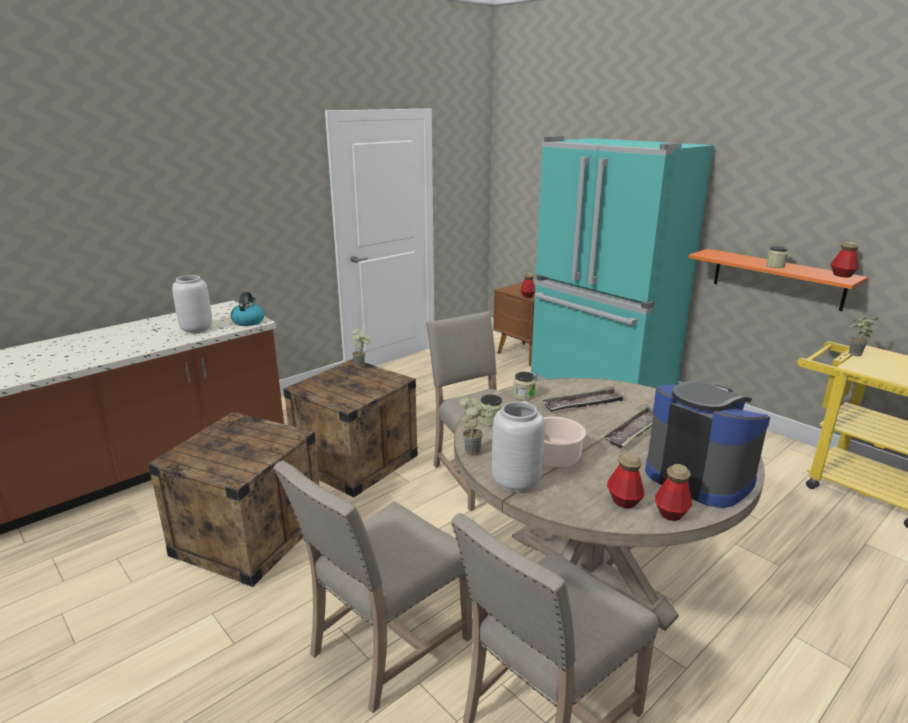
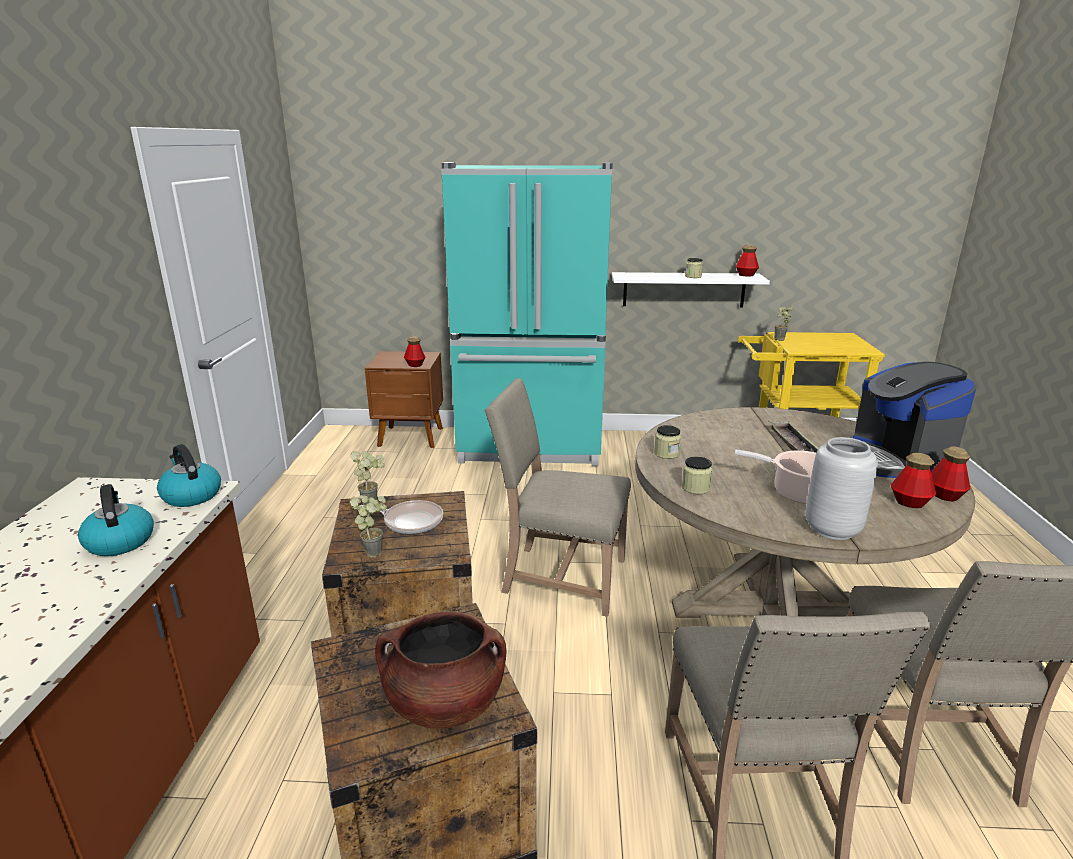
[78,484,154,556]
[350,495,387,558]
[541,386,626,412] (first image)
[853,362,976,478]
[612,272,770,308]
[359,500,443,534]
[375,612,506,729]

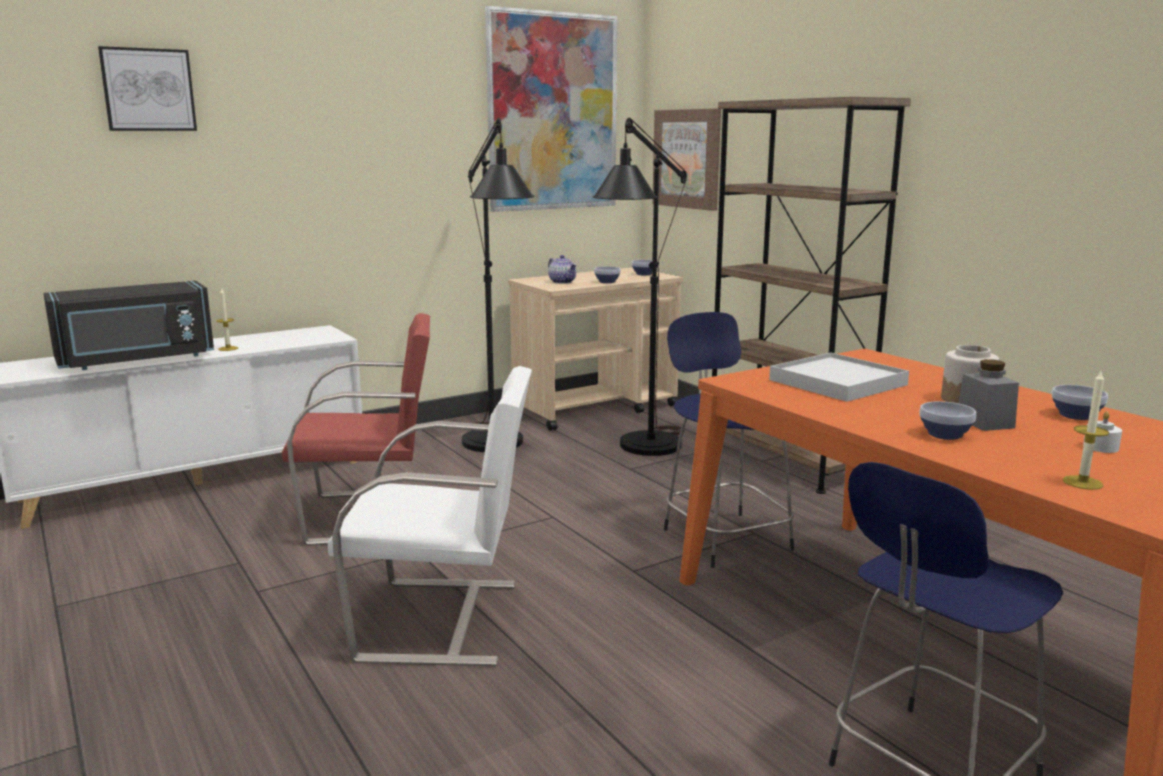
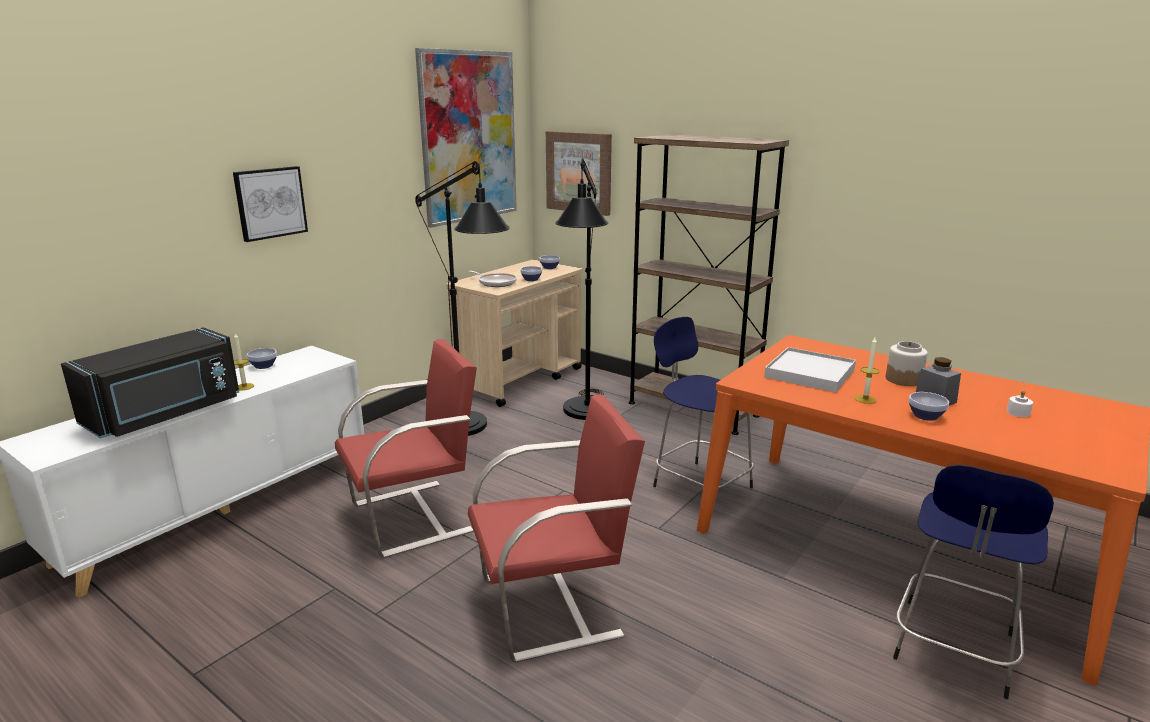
[233,166,308,242]
[468,394,645,663]
[469,271,517,287]
[247,348,277,369]
[855,337,879,404]

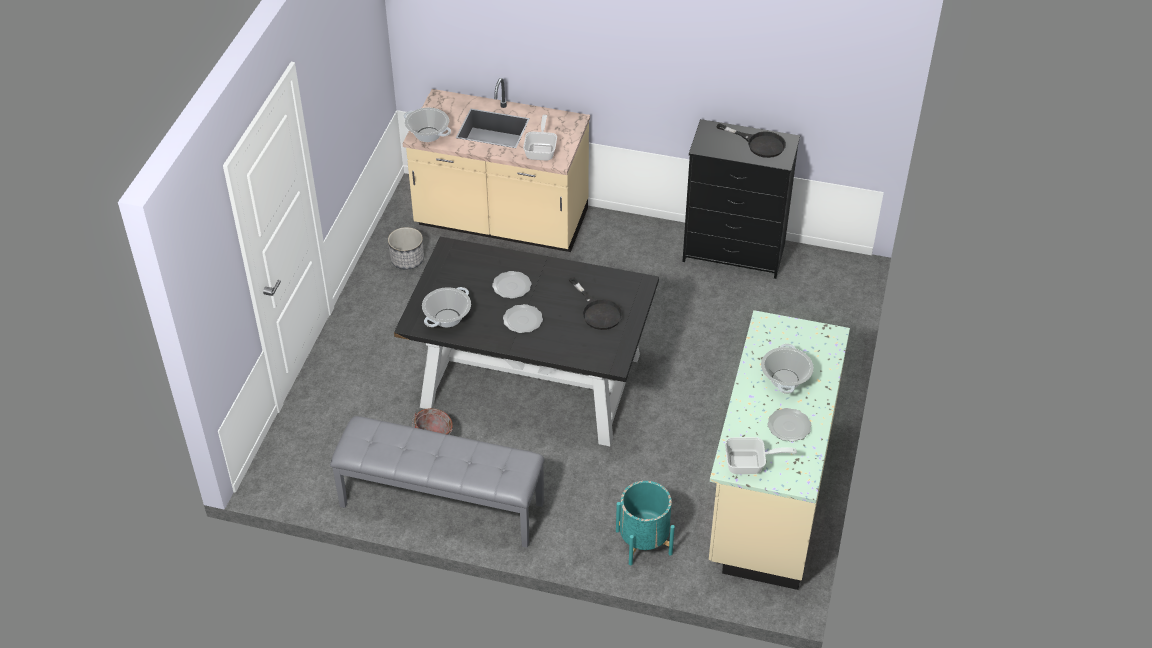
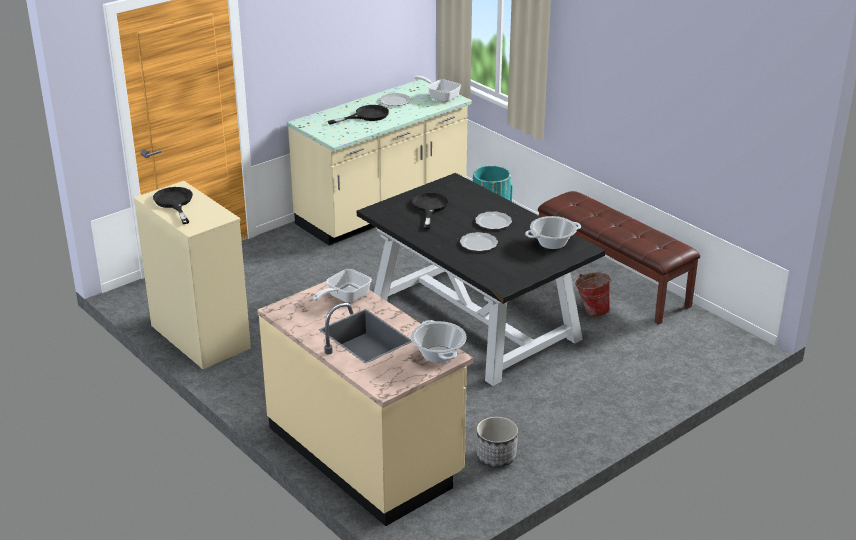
[538,191,700,325]
[134,181,251,369]
[327,105,389,125]

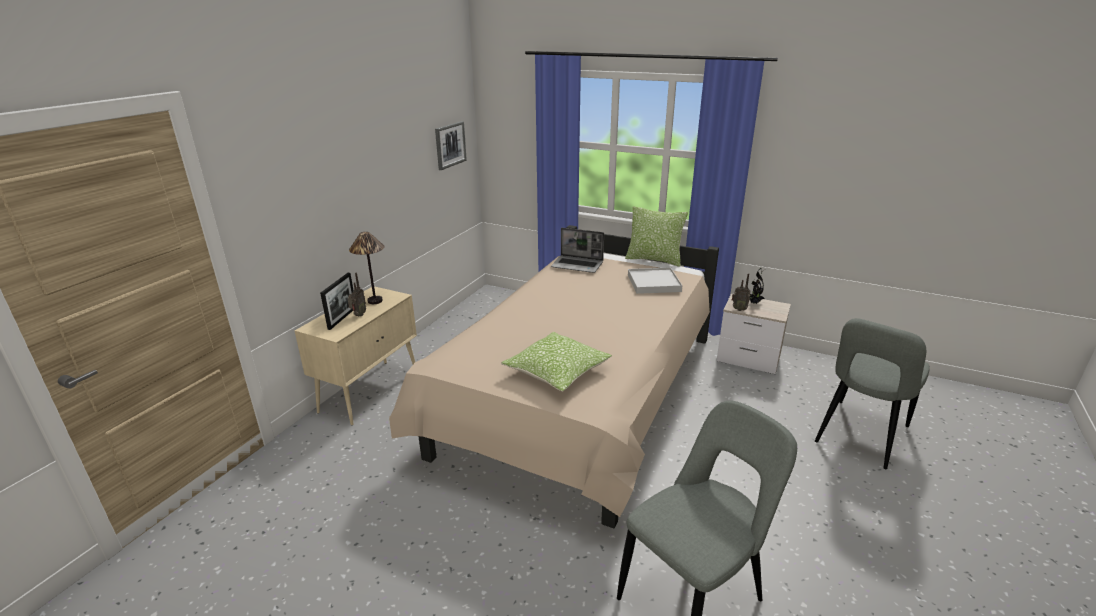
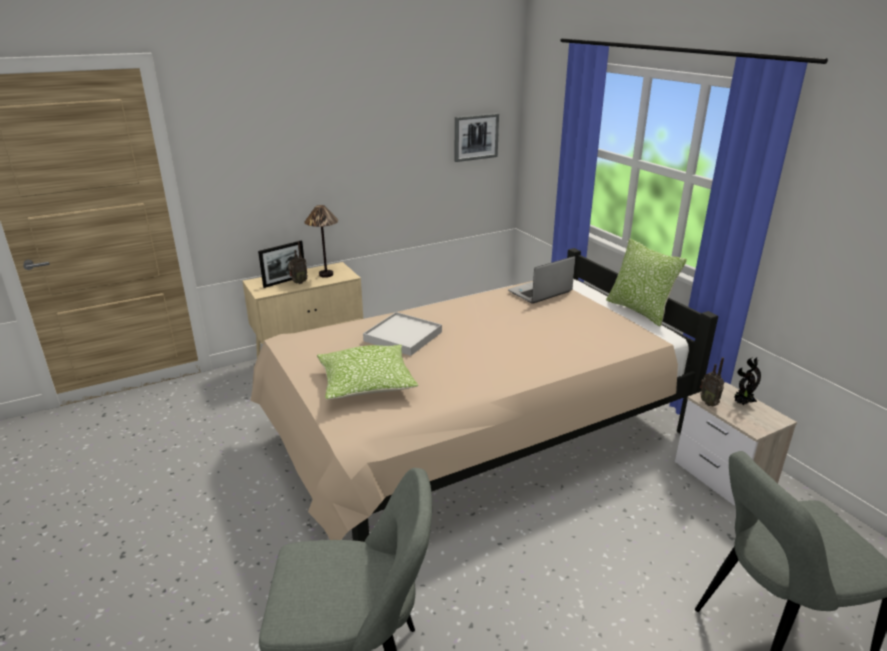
[508,256,575,304]
[363,312,442,356]

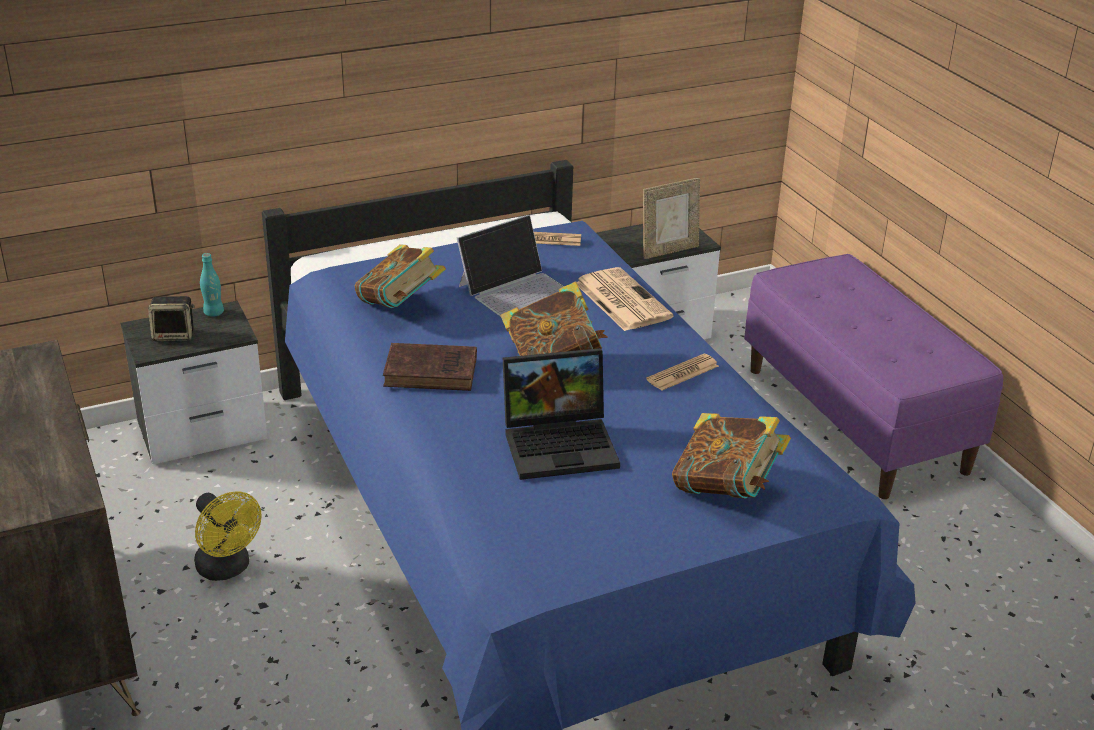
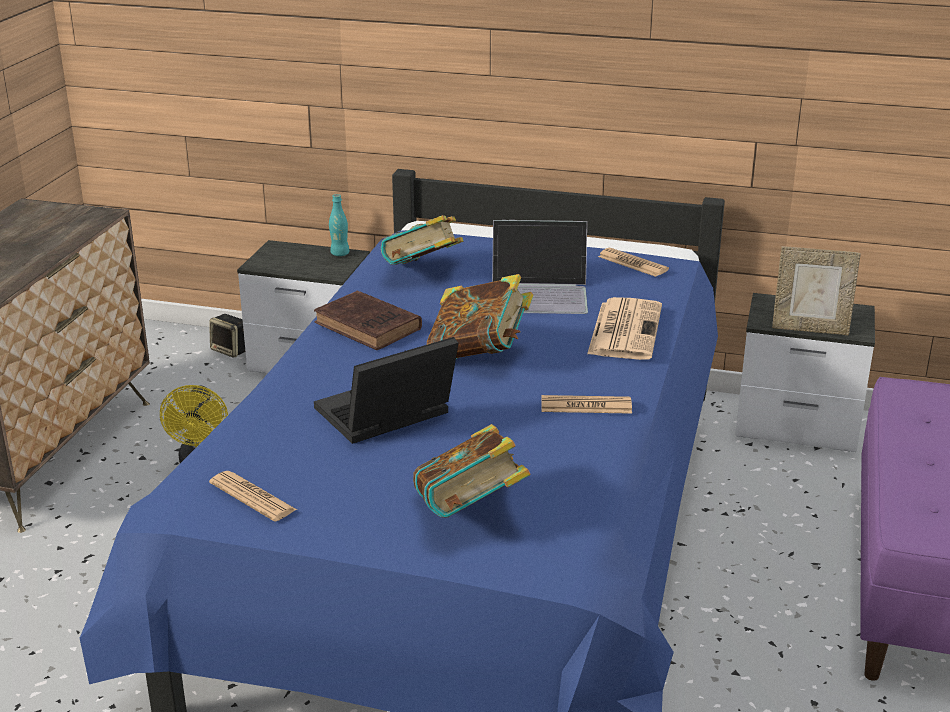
[209,314,245,358]
[314,337,459,444]
[209,471,297,522]

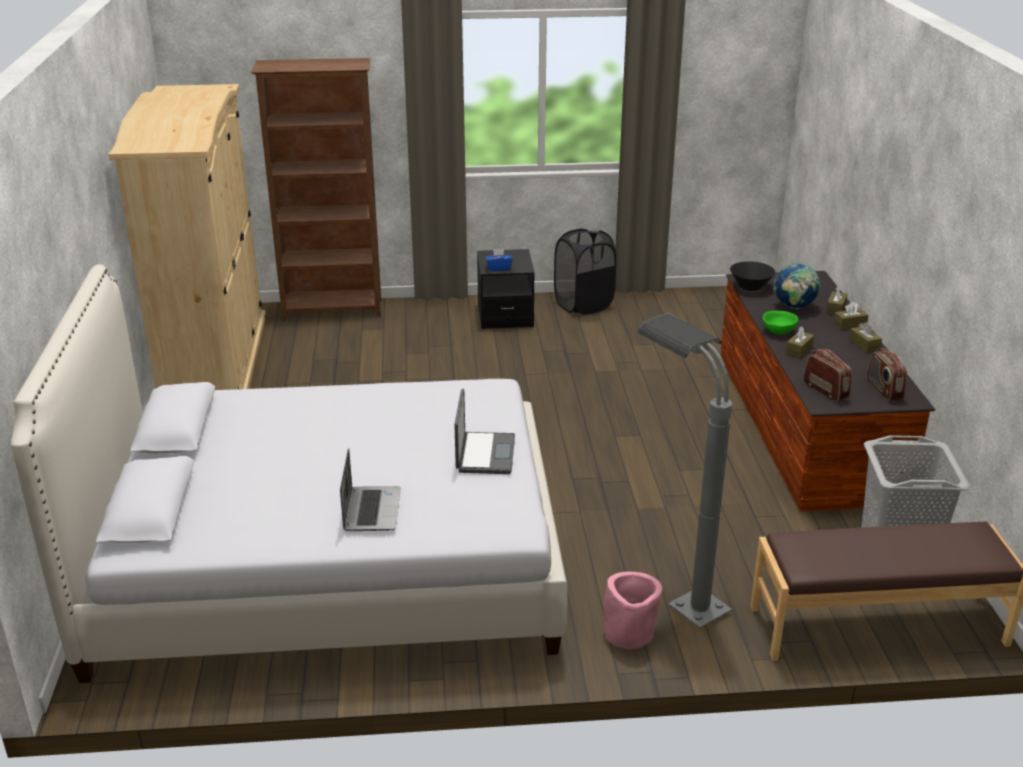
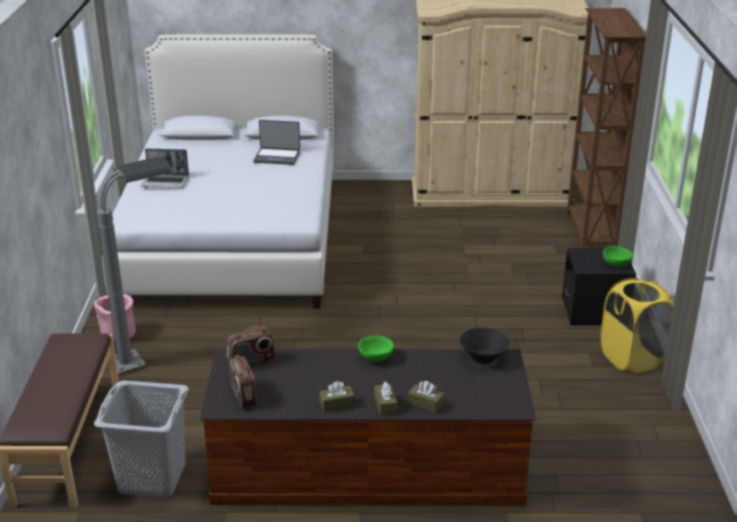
[253,120,300,165]
[485,249,513,271] (first image)
[600,278,673,374]
[773,263,821,309] (first image)
[786,327,814,358] (first image)
[229,355,257,408]
[603,246,633,266]

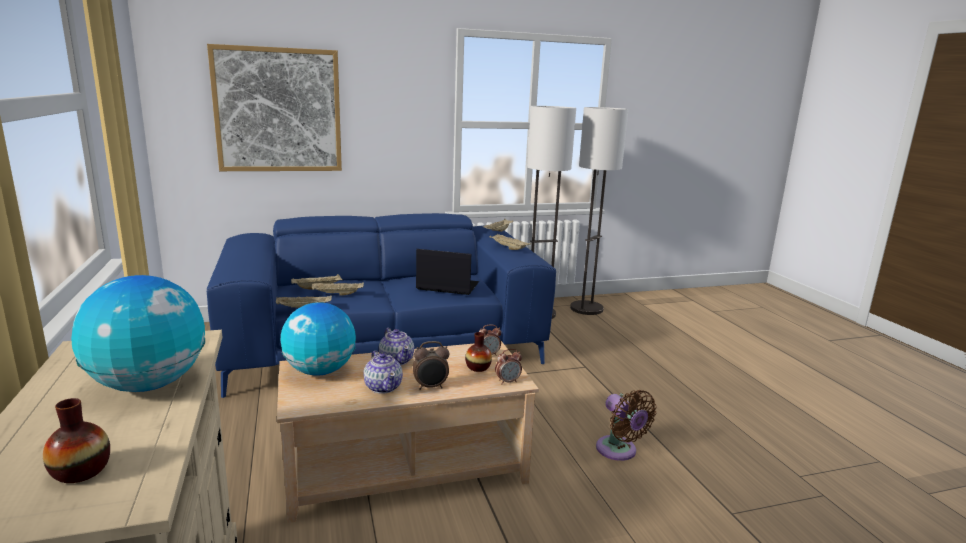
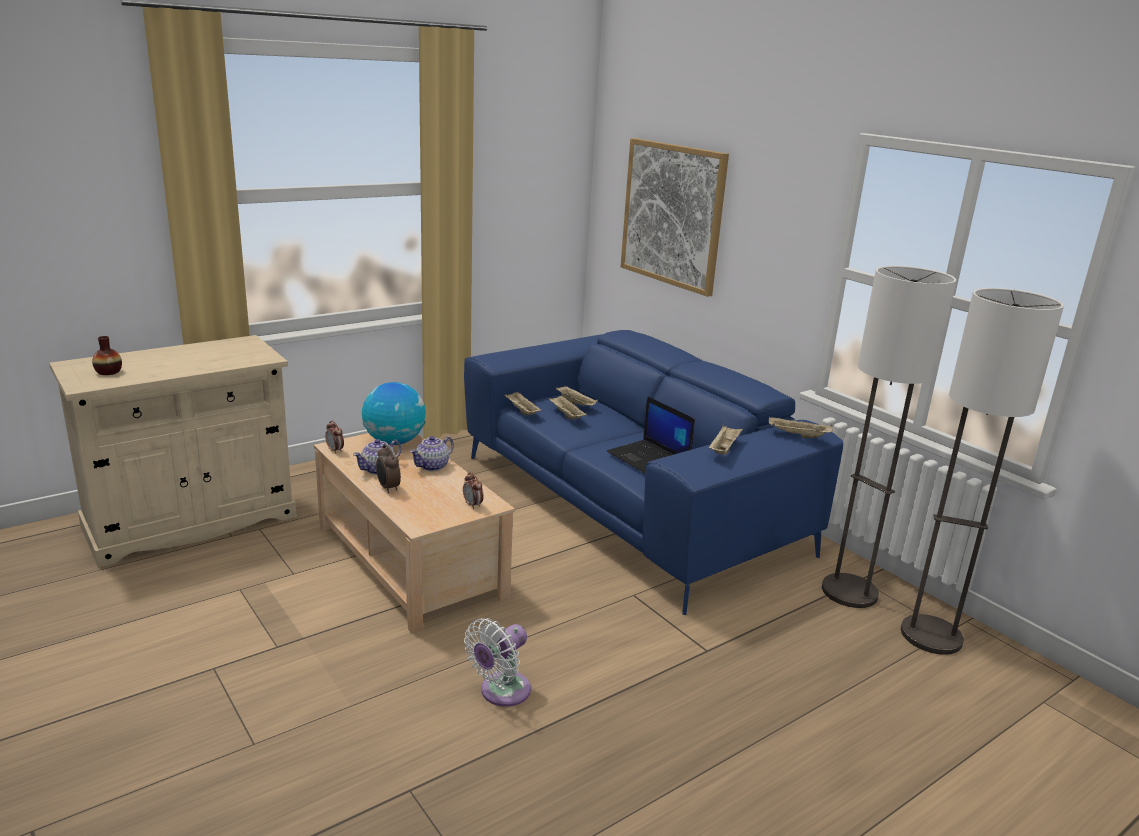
[71,275,205,392] (first image)
[607,396,695,473]
[465,332,492,372] (first image)
[325,421,344,454]
[464,618,531,707]

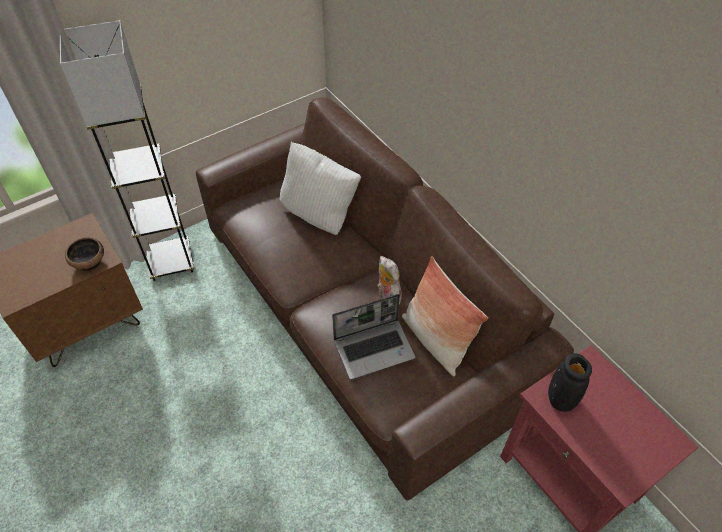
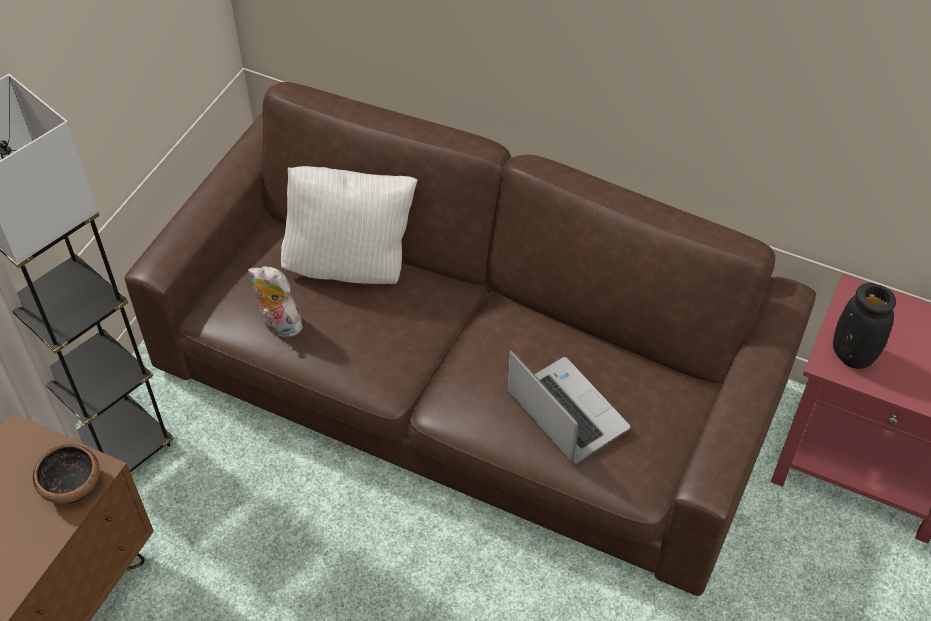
[508,350,630,464]
[248,266,302,337]
[402,256,488,376] (first image)

